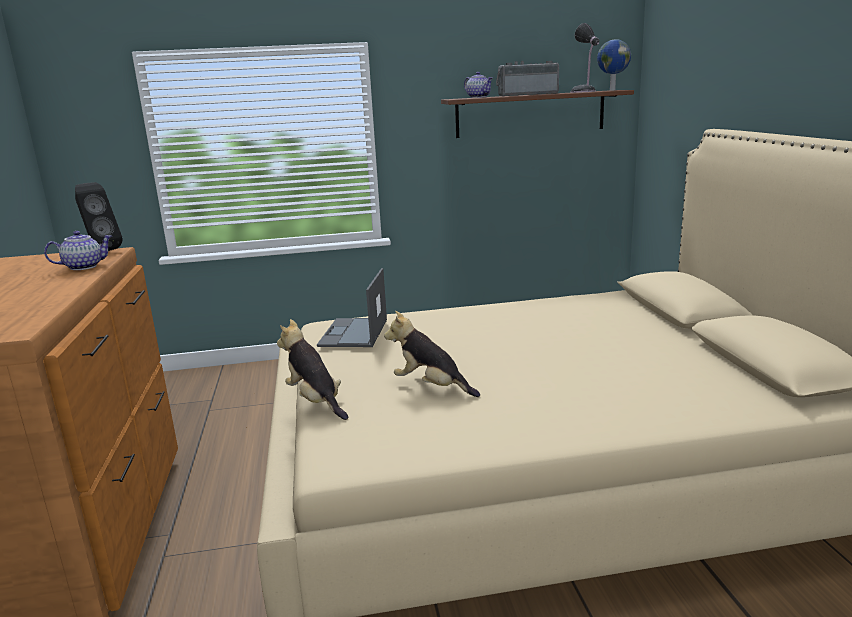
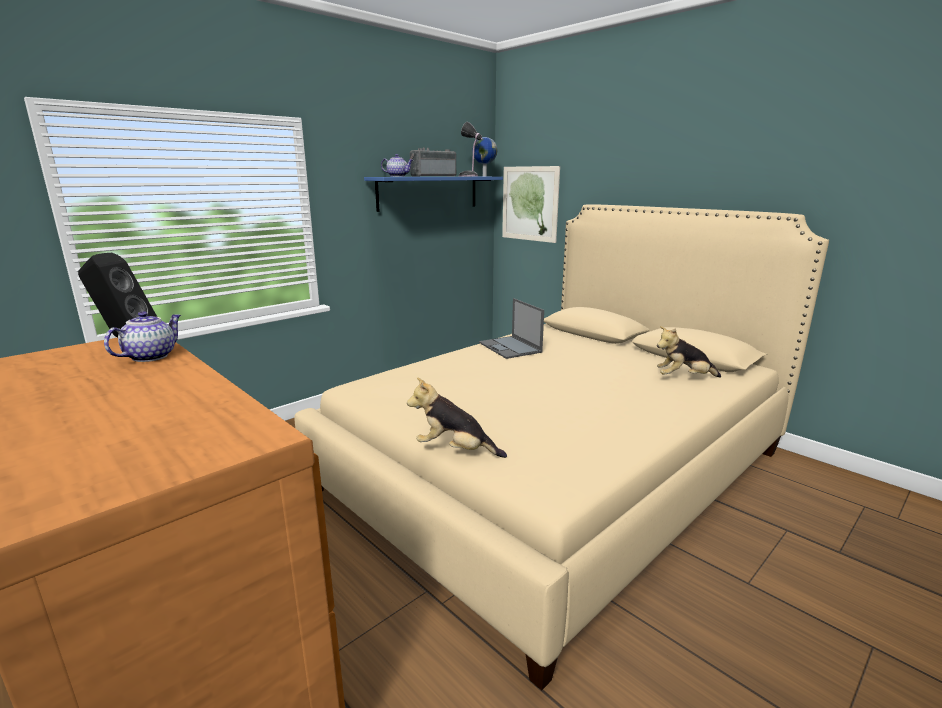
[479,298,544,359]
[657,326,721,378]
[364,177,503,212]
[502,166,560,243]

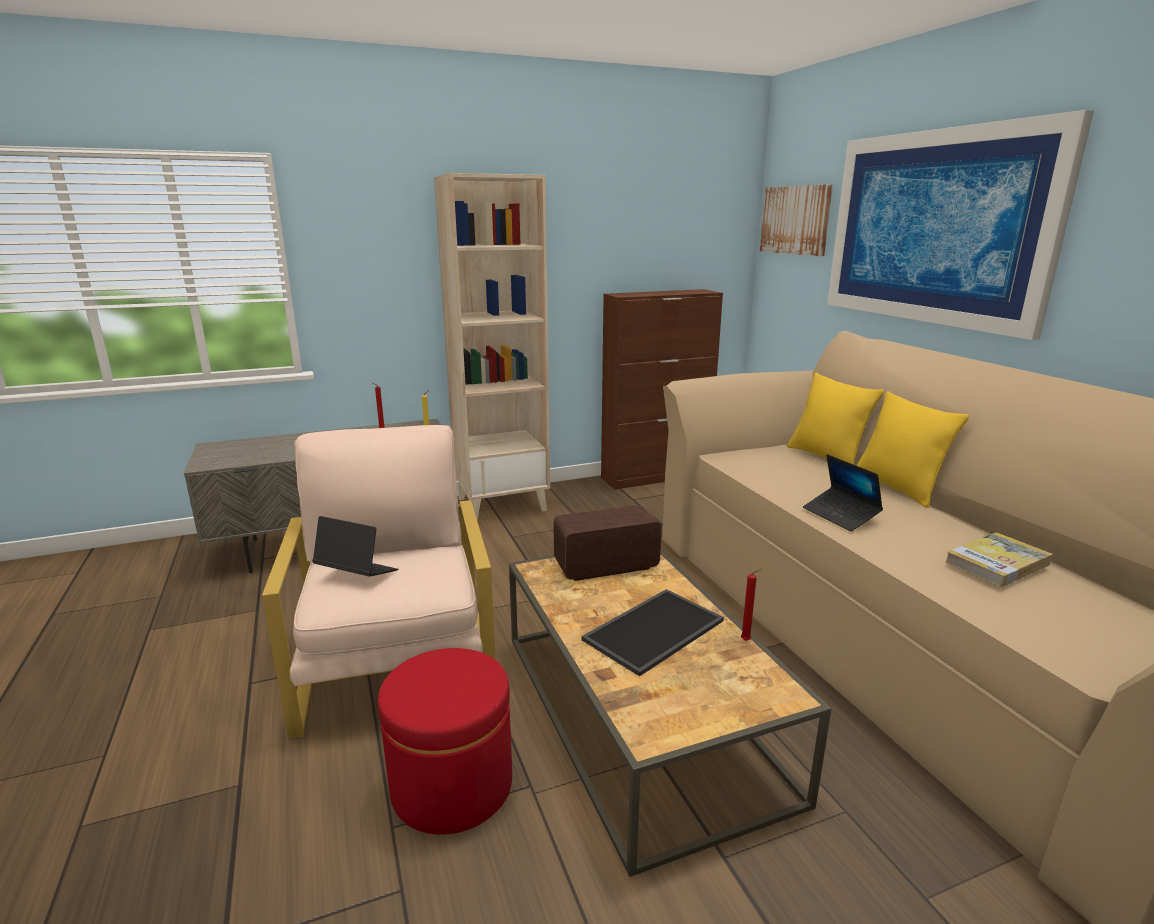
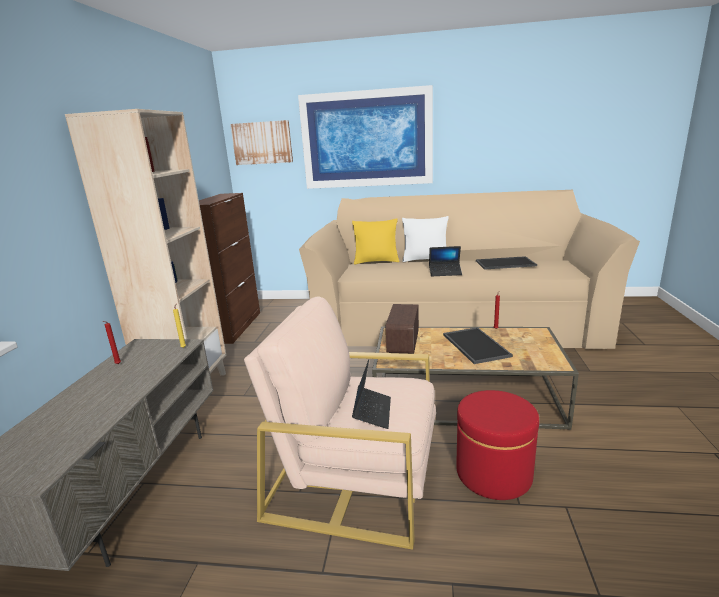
[352,359,391,429]
[402,216,449,262]
[476,256,537,270]

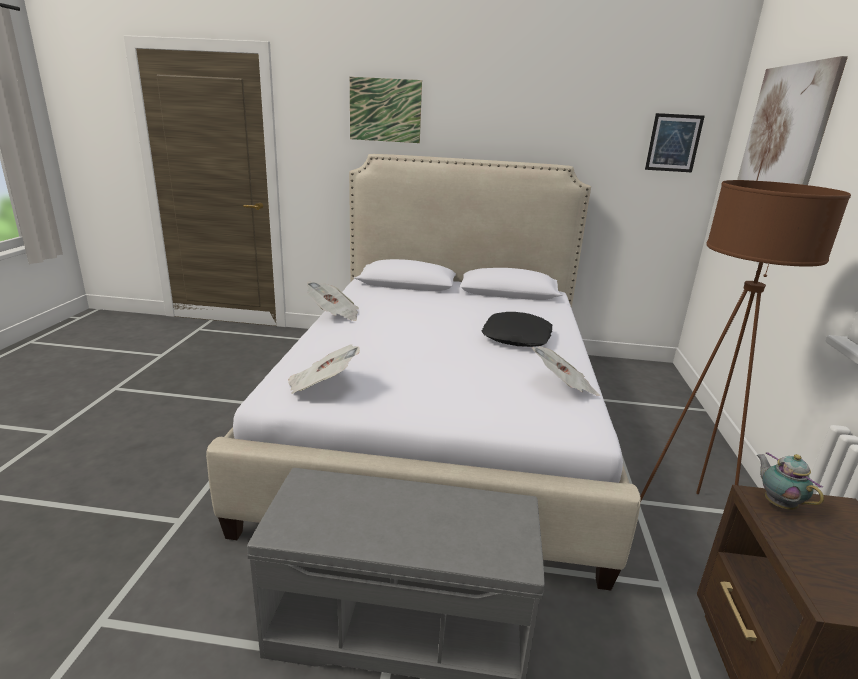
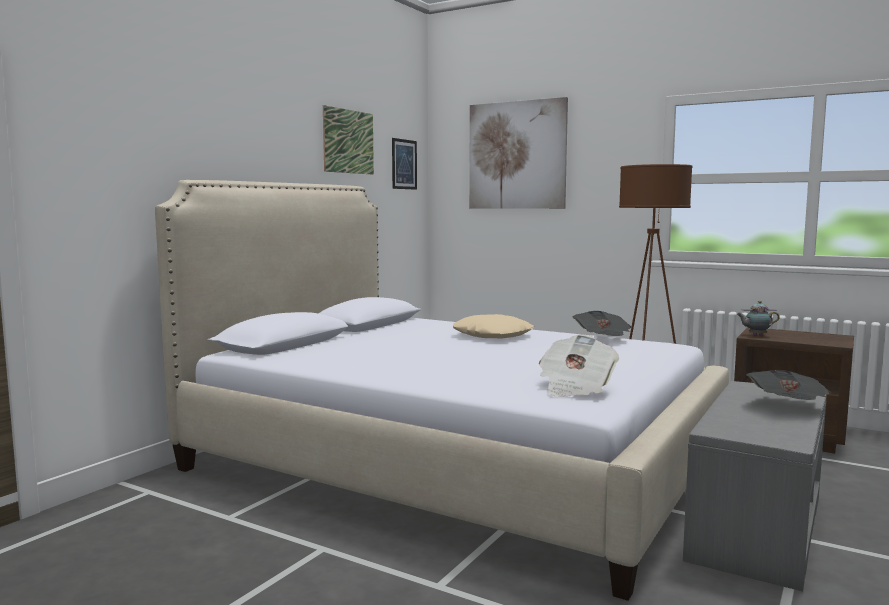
[746,370,831,400]
[323,105,374,175]
[453,314,534,338]

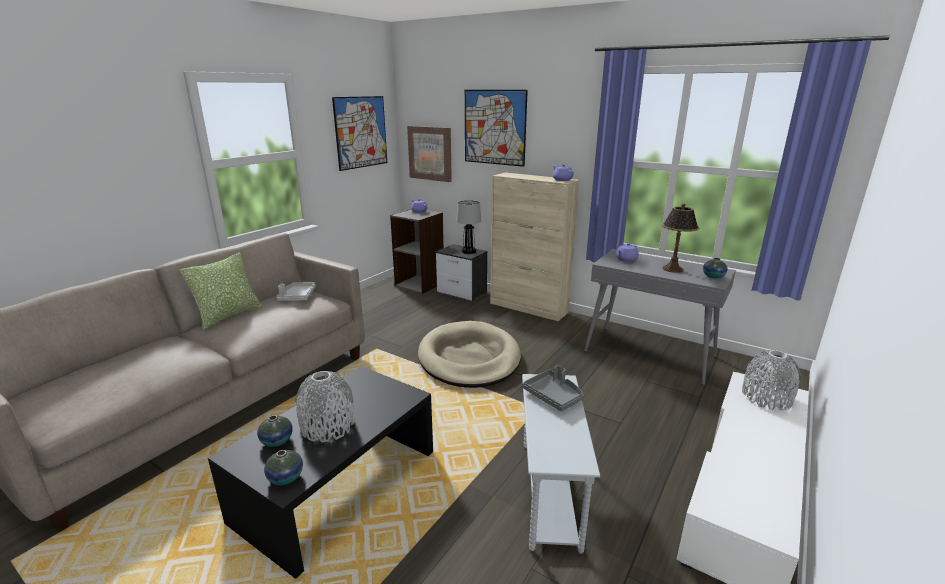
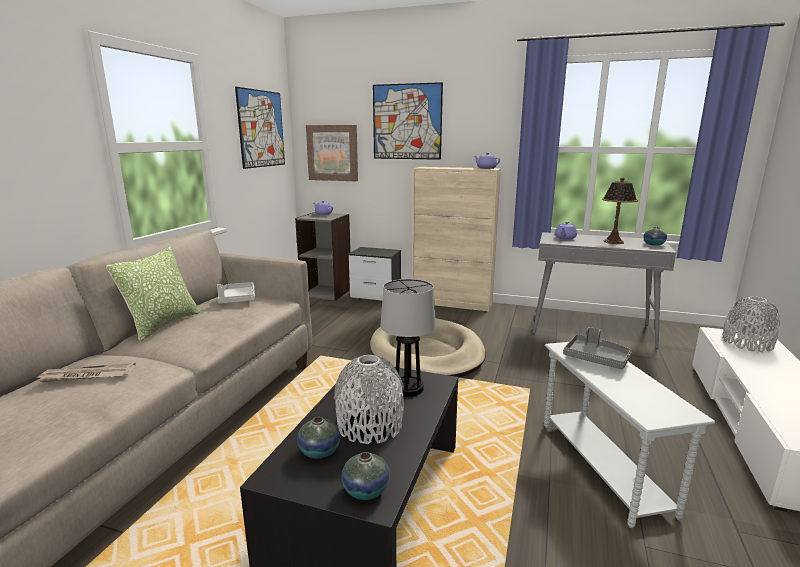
[380,279,436,397]
[34,363,136,382]

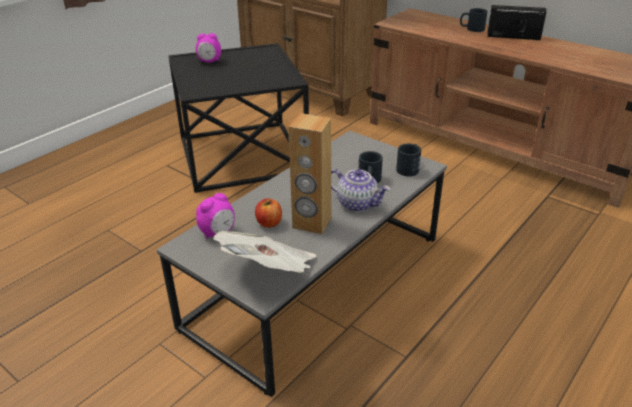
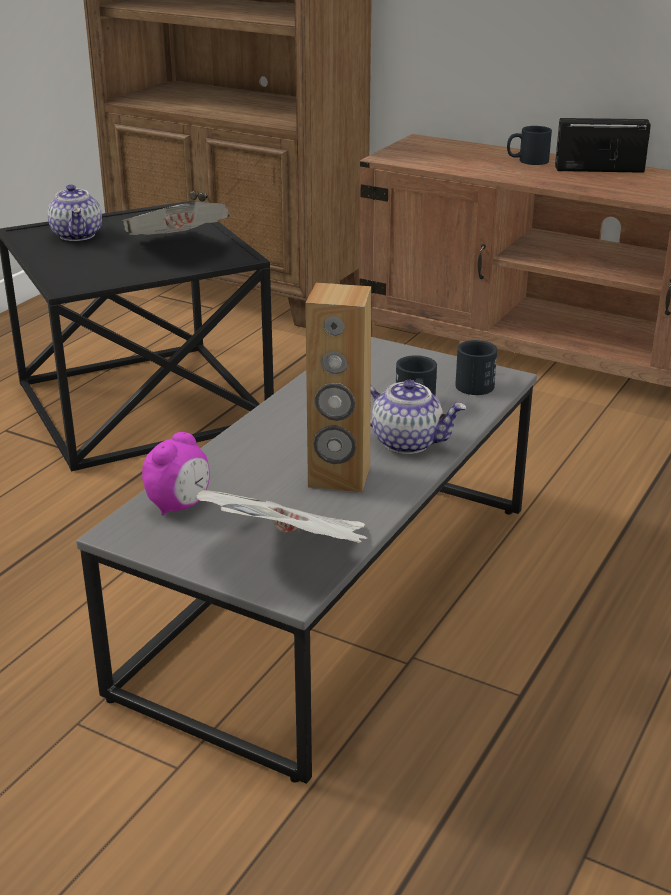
[48,185,102,241]
[255,198,282,228] (first image)
[122,202,231,235]

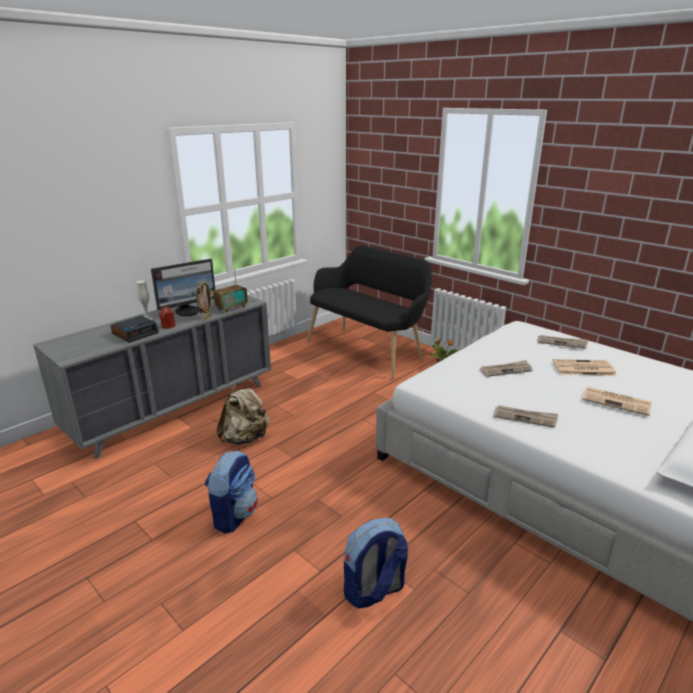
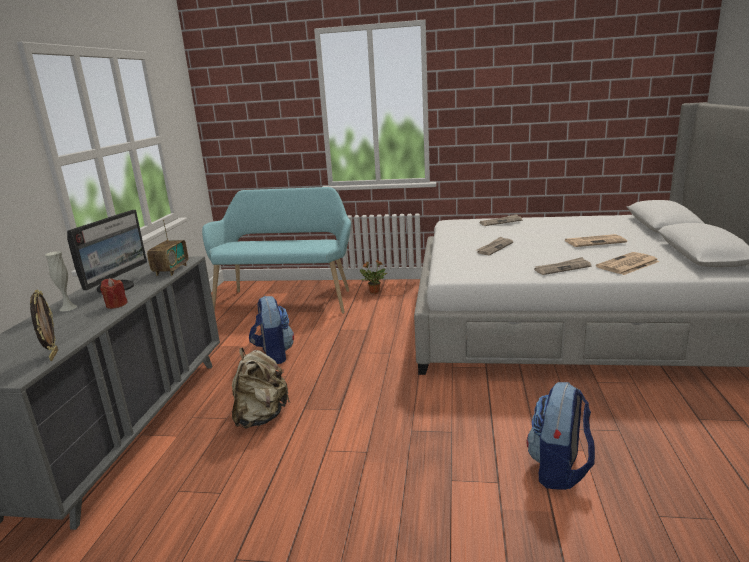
[110,316,159,343] (first image)
[30,289,58,361]
[249,296,294,364]
[202,187,351,314]
[596,252,660,275]

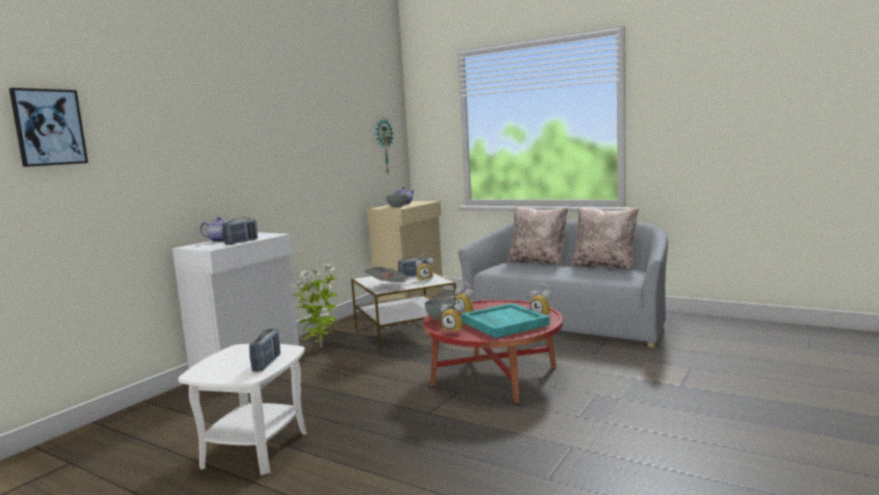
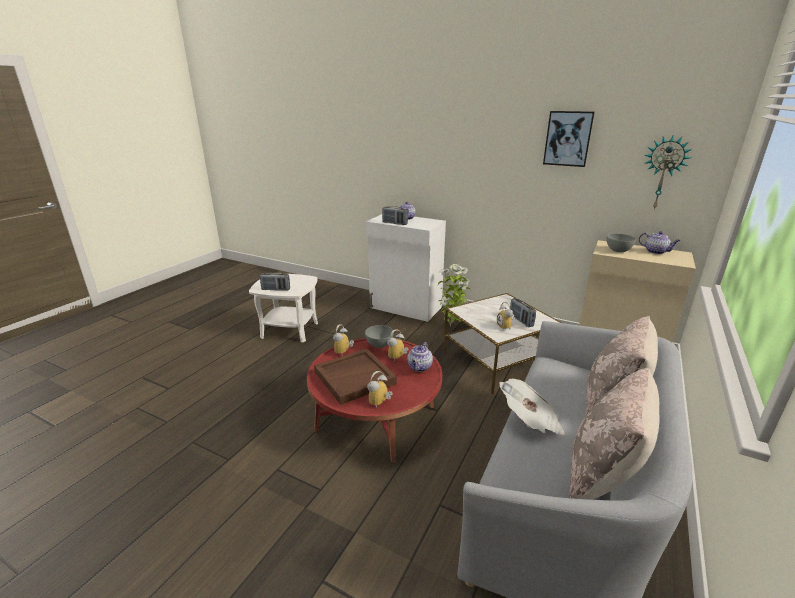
[543,111,595,167]
[500,379,565,436]
[314,349,397,405]
[407,342,433,372]

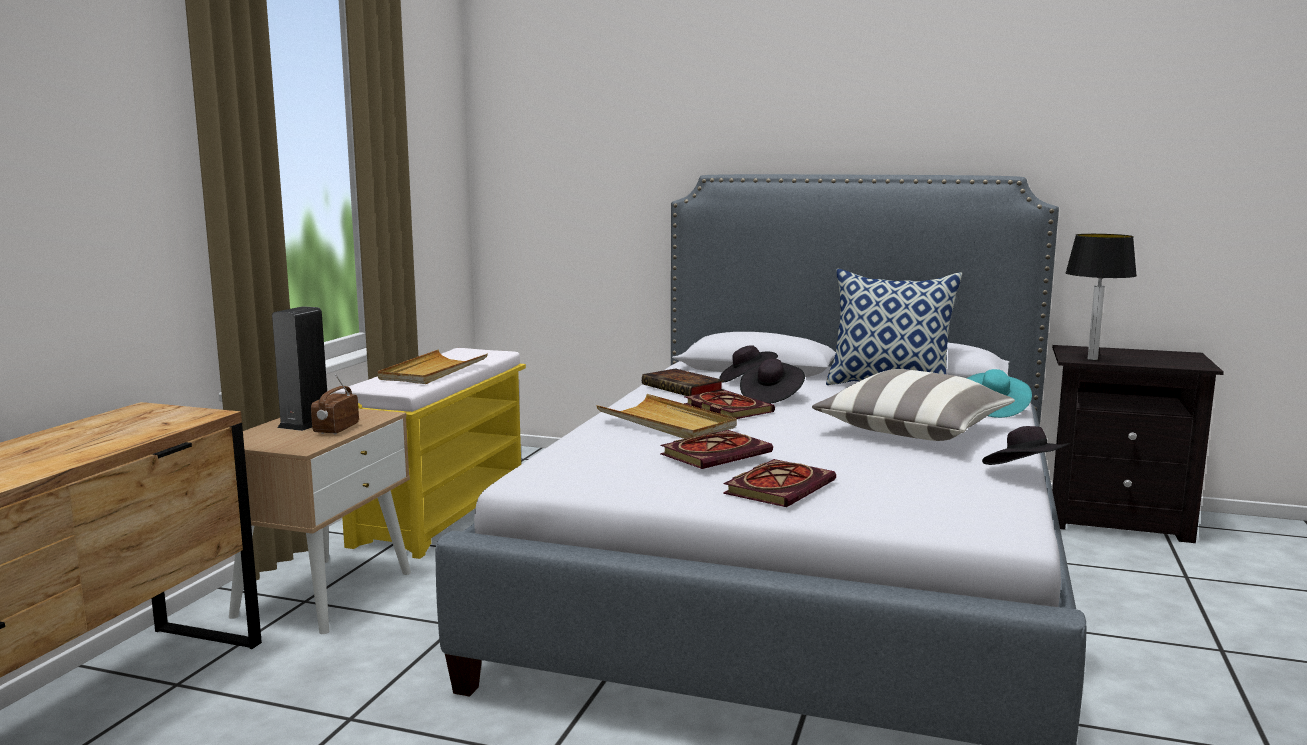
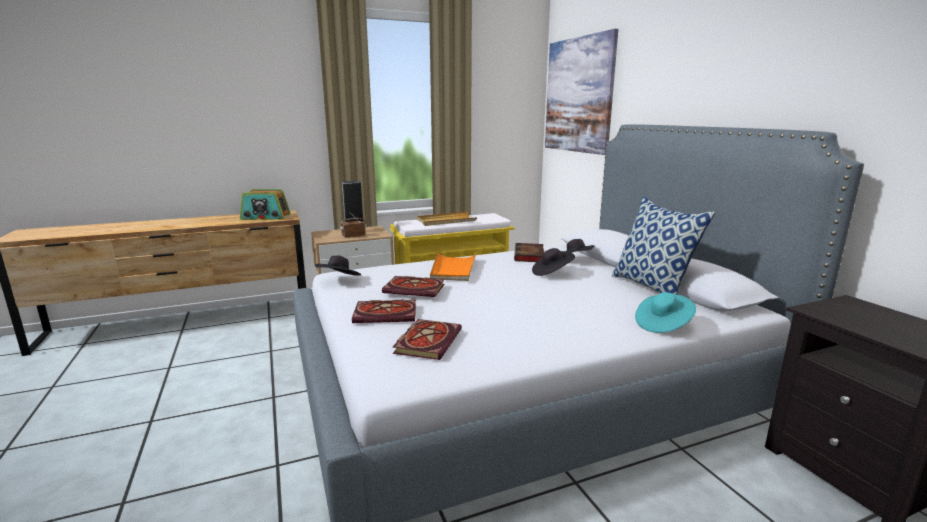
[430,252,477,281]
[393,319,462,360]
[812,369,1015,441] (first image)
[315,256,361,276]
[1065,234,1137,360] (first image)
[240,189,291,220]
[545,29,618,155]

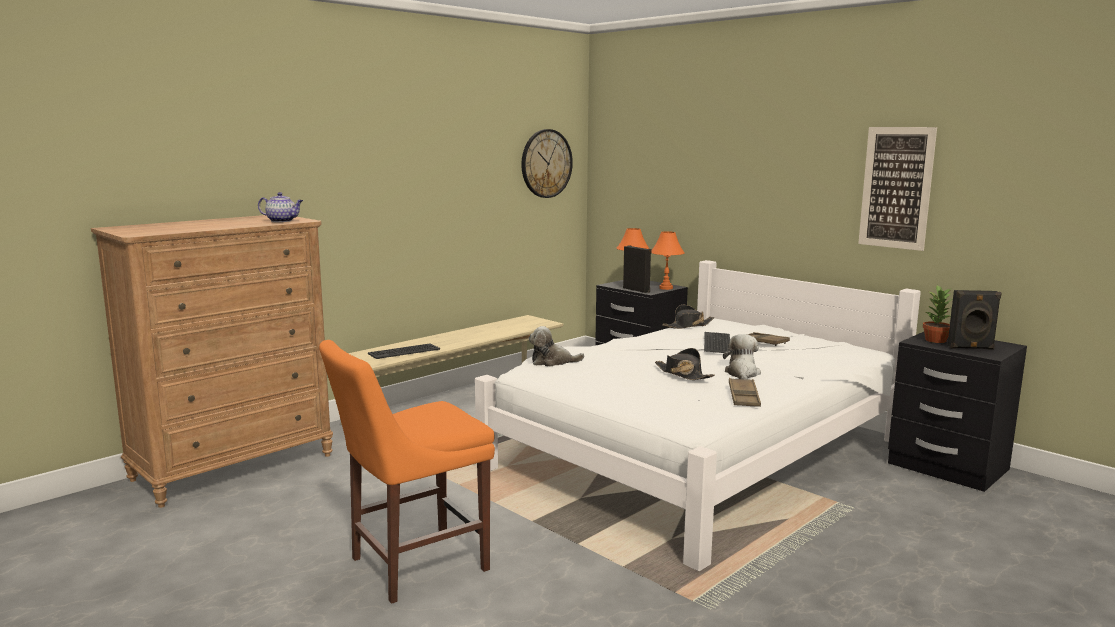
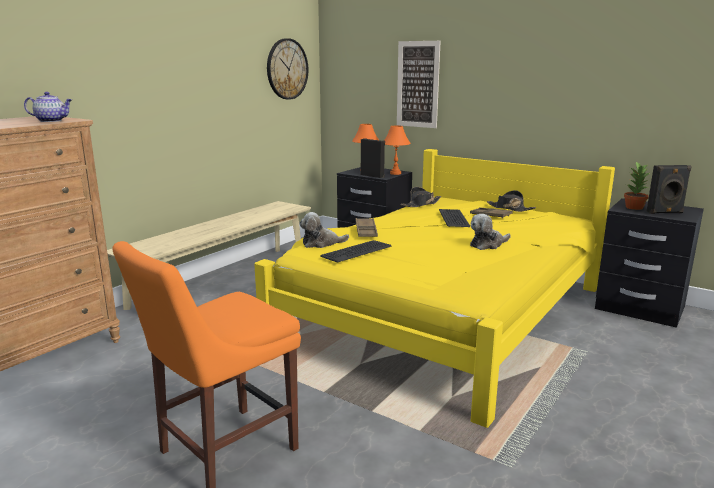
[320,240,392,263]
[254,149,615,428]
[487,190,536,212]
[470,214,511,250]
[356,218,378,237]
[397,41,441,128]

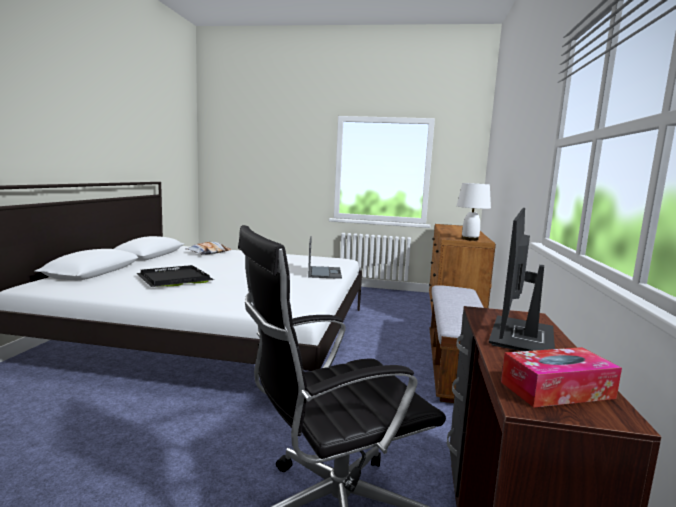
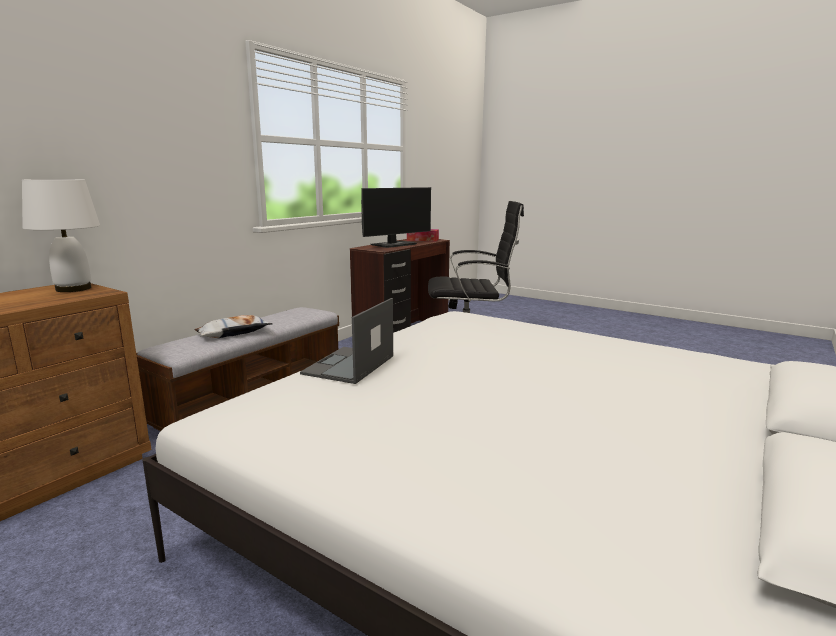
[136,265,214,287] (first image)
[194,315,273,338]

